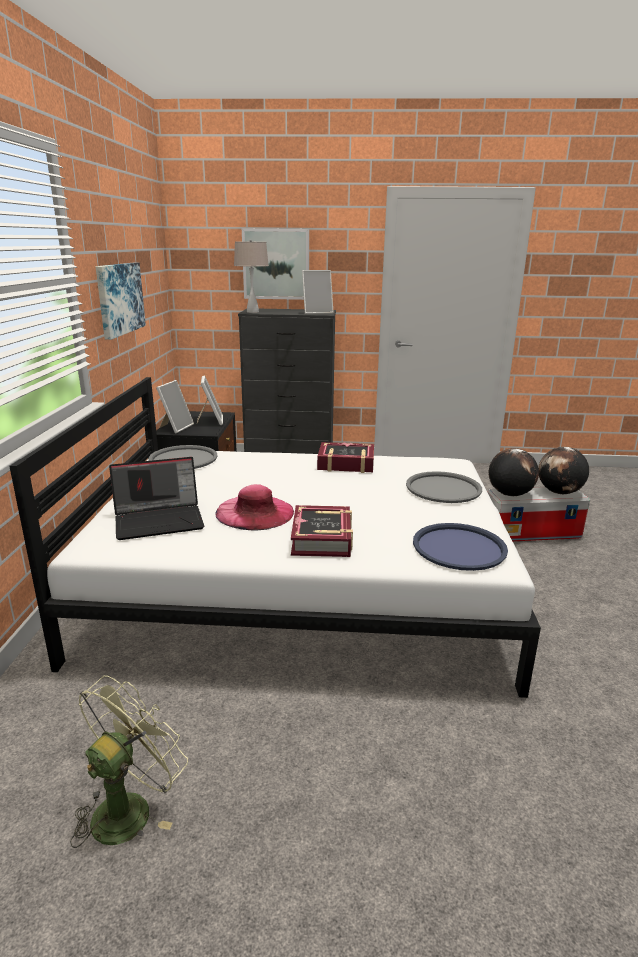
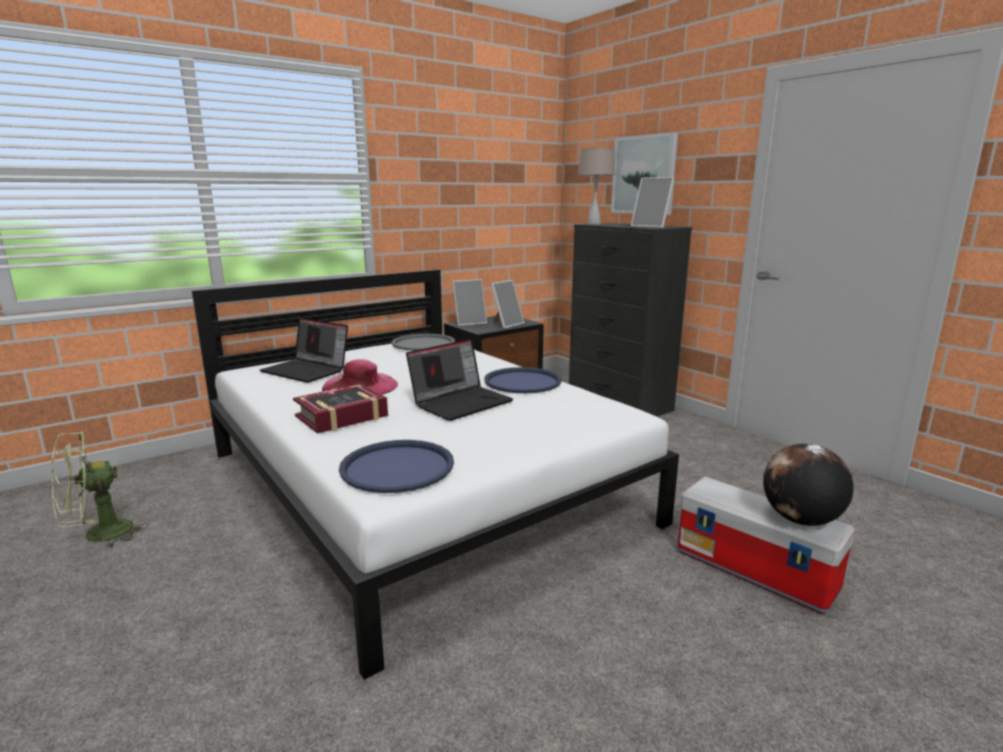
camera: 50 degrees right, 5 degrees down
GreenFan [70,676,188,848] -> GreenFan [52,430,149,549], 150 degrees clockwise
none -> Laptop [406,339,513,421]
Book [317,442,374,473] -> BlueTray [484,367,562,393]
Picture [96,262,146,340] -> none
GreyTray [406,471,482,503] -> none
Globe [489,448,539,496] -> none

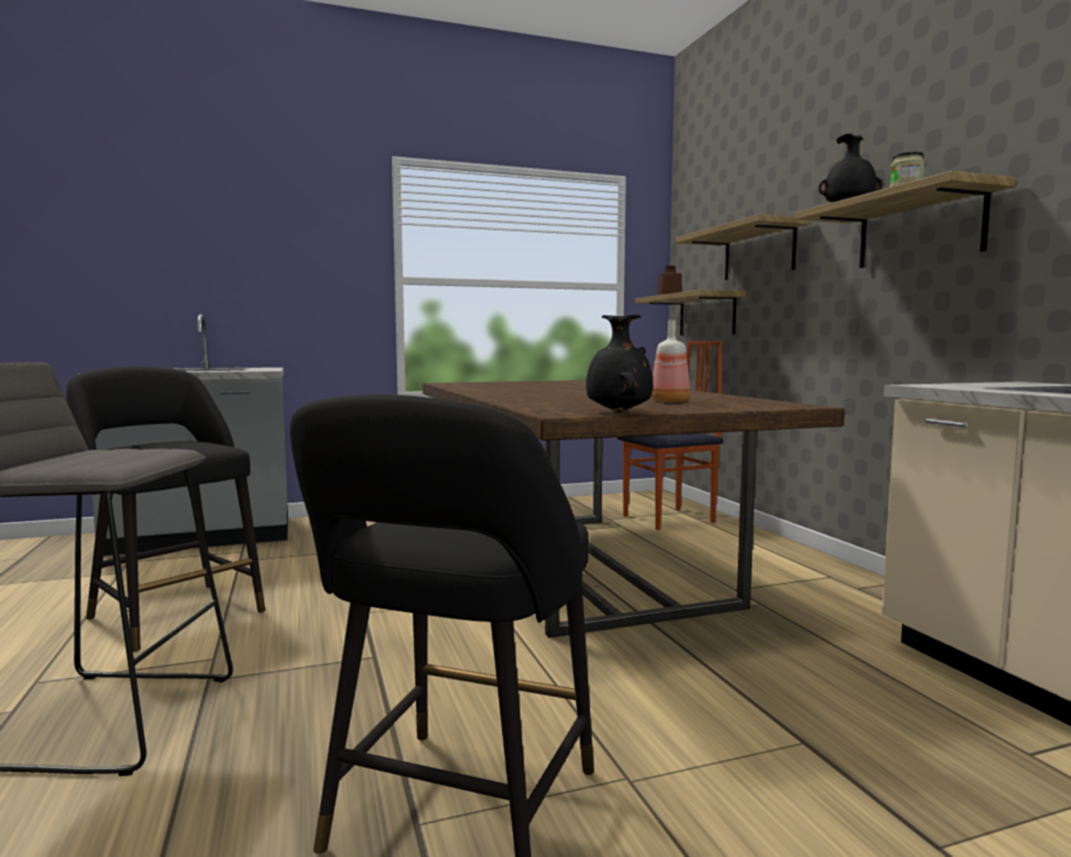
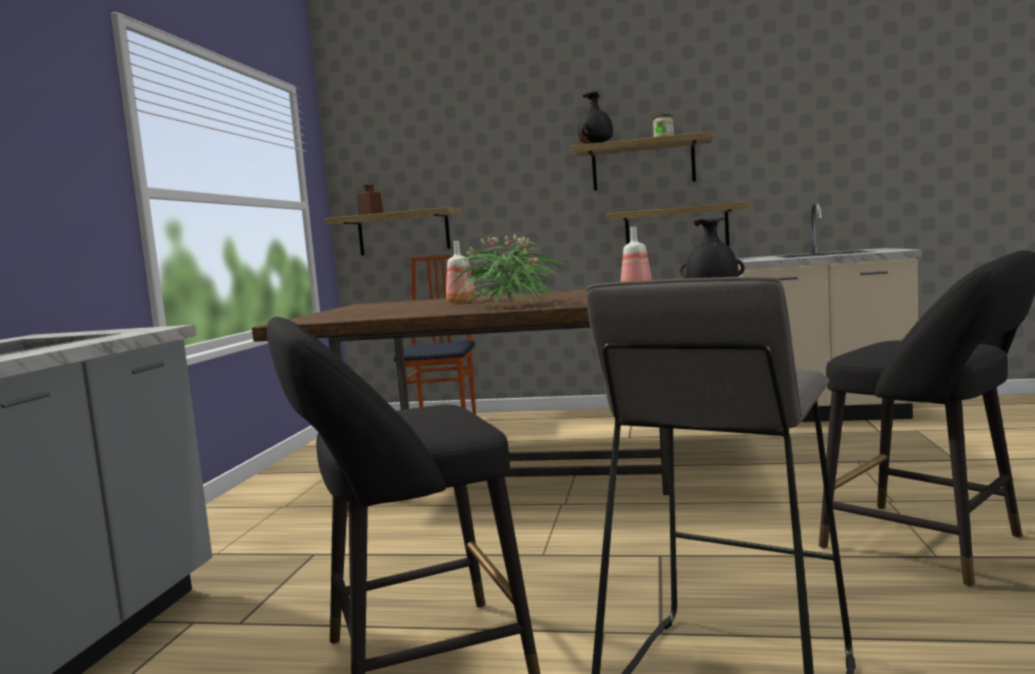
camera: 60 degrees left, 0 degrees up
none -> Bottle [446,241,476,303]
none -> PottedPlant [449,234,570,308]
Shelf [675,214,810,280] -> Shelf [606,202,750,246], moved

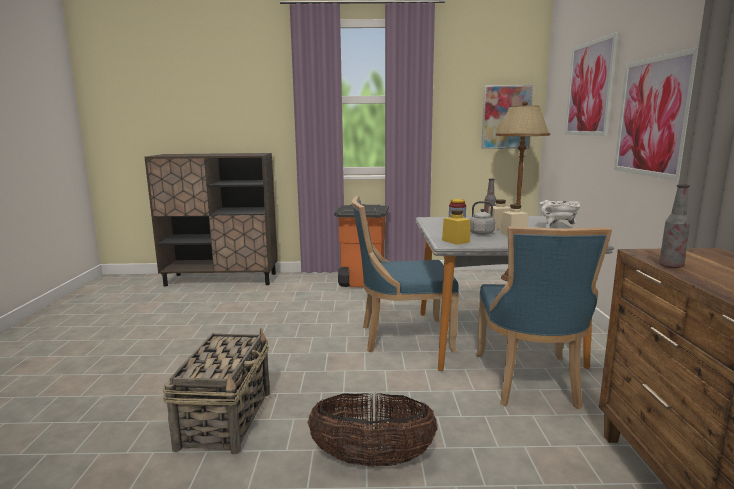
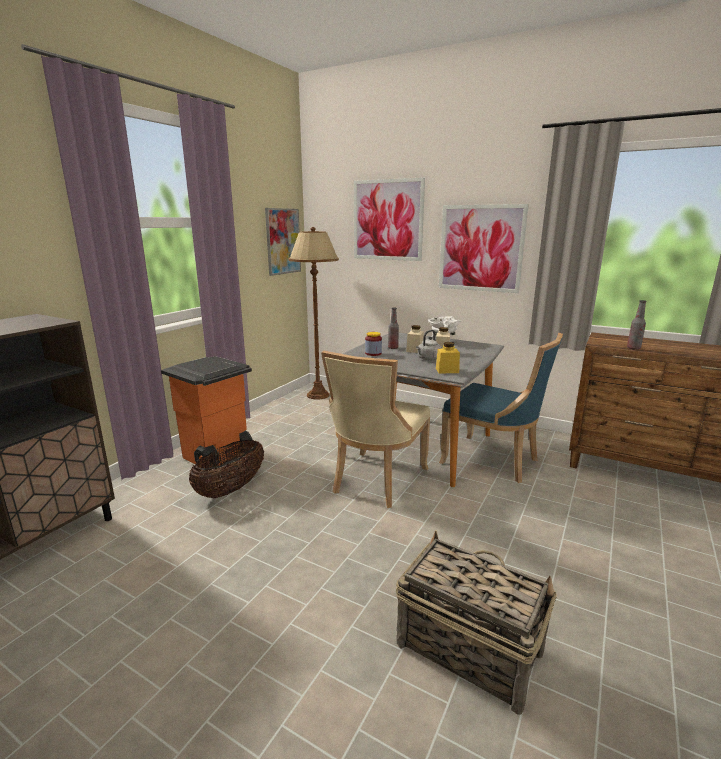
camera: 60 degrees left, 5 degrees up
Basket [307,393,438,467] -> Basket [189,439,264,498], moved
BlueChair [352,196,459,352] -> BeigeChair [321,351,430,508]

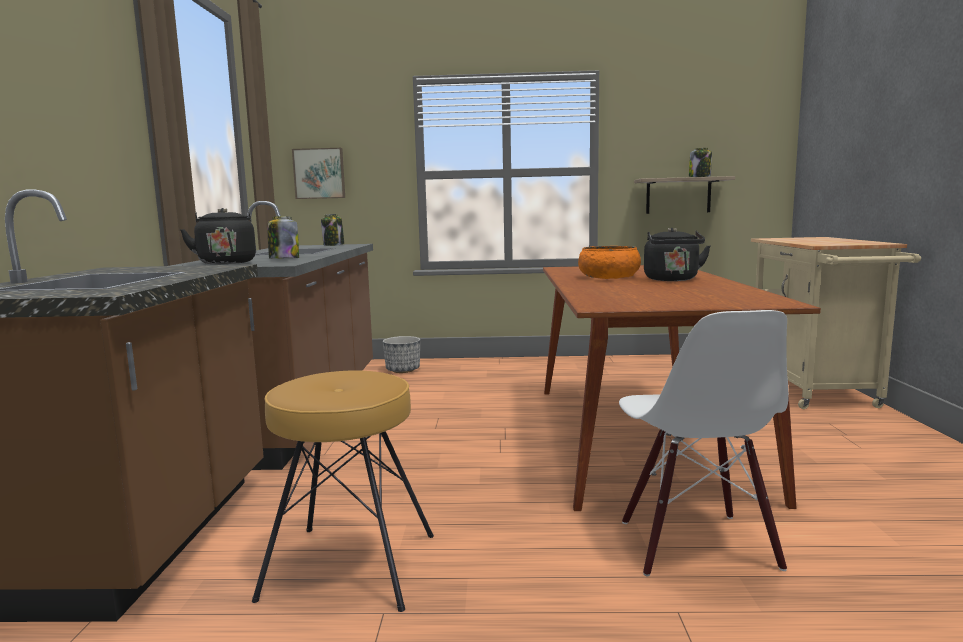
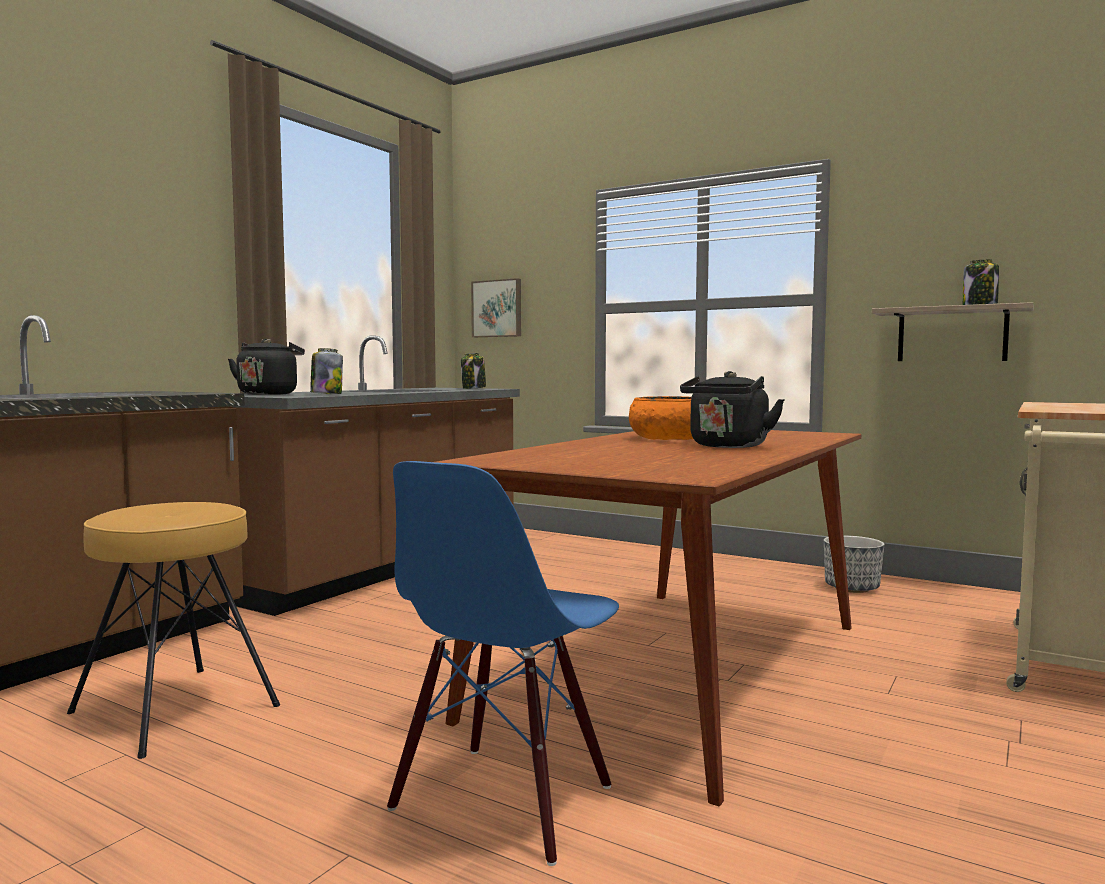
camera: 30 degrees right, 5 degrees down
WhiteChair [619,310,789,576] -> BlueChair [387,461,619,866]
Planter [383,336,420,373] -> Planter [824,536,885,593], moved

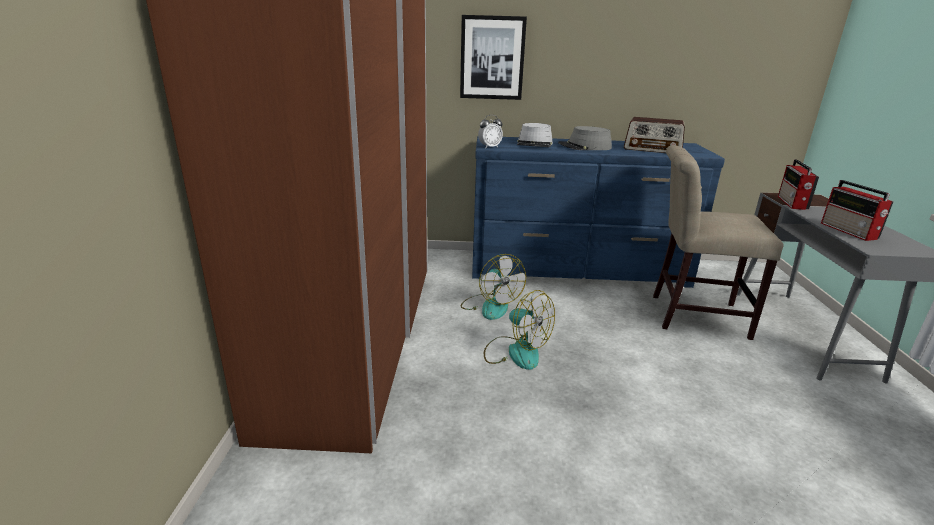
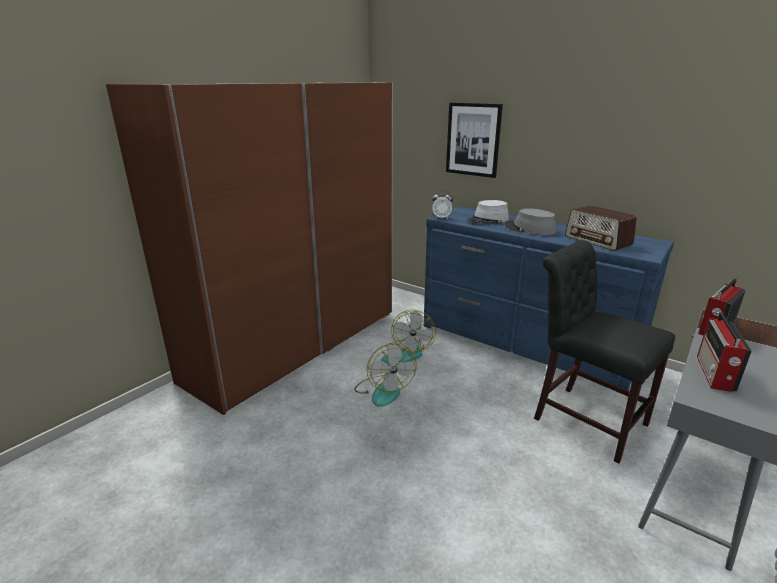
camera: 35 degrees right, 0 degrees up
BeigeChair [653,145,784,340] -> BlackChair [534,240,675,464]

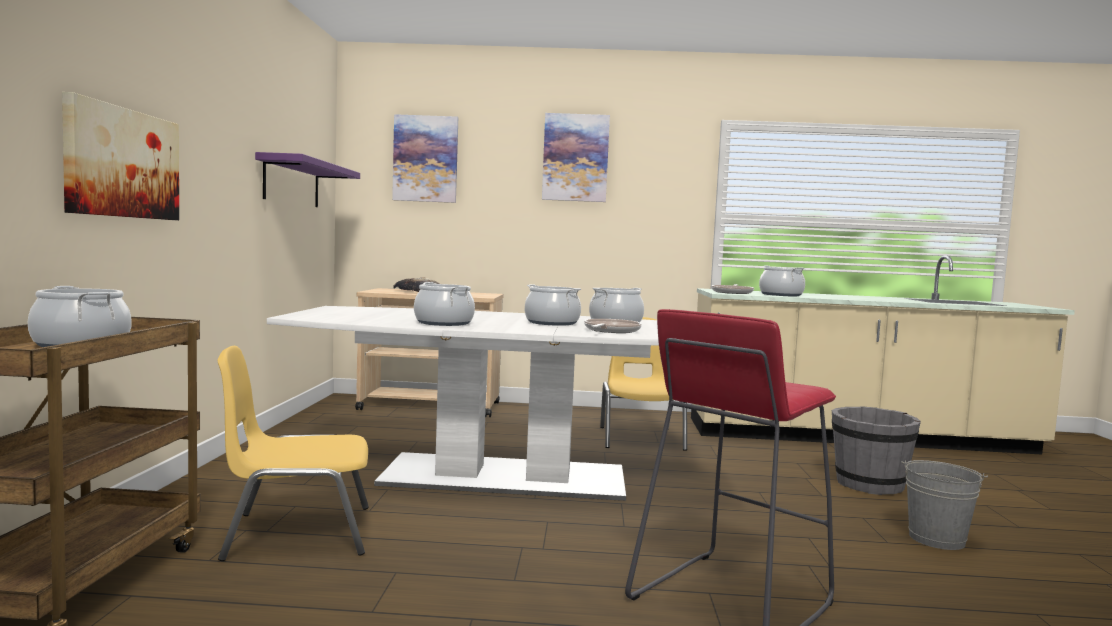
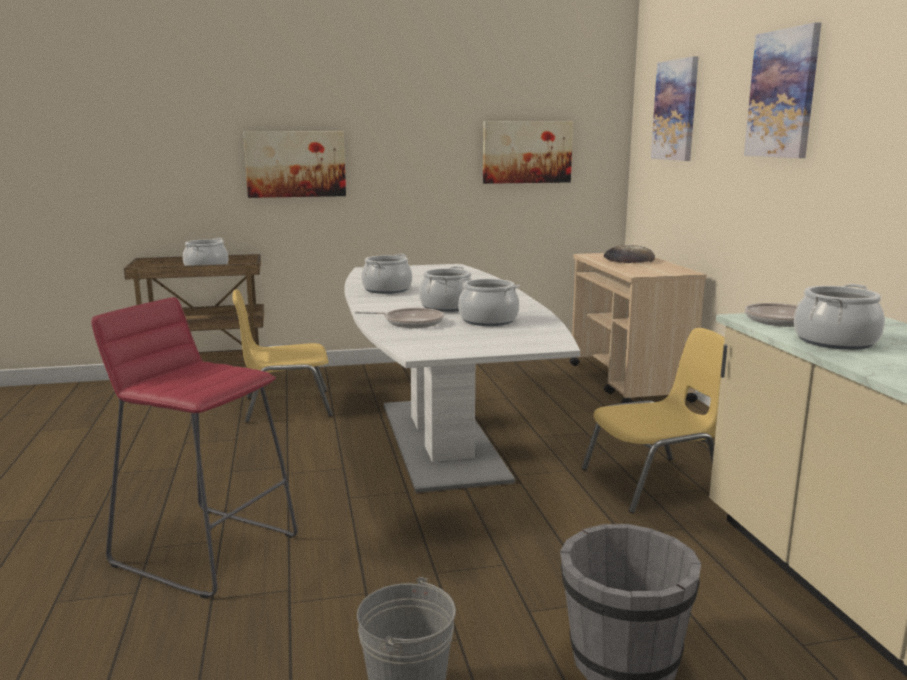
camera: 75 degrees right, 10 degrees up
YellowChair [217,346,369,561] -> YellowChair [233,289,333,423], 75 degrees counterclockwise
PurpleShelf [255,152,360,207] -> Picture [483,121,573,184]

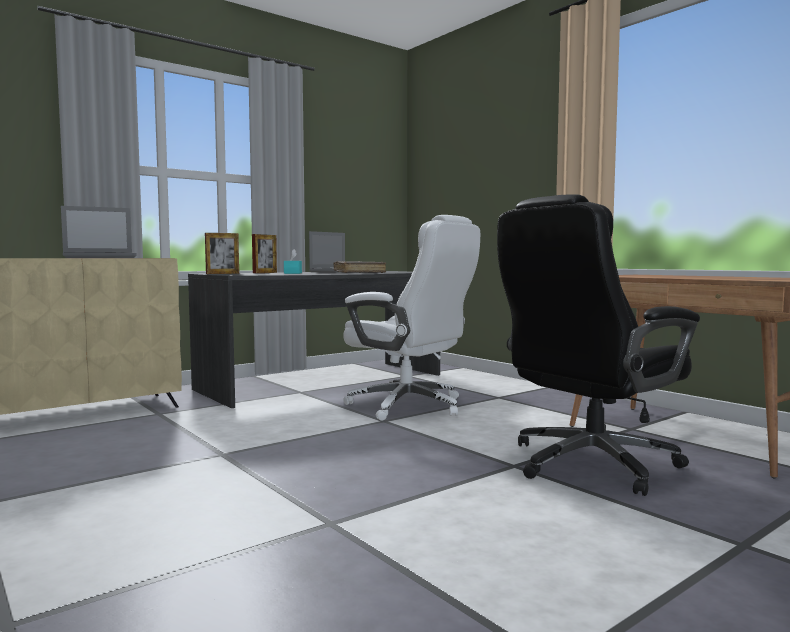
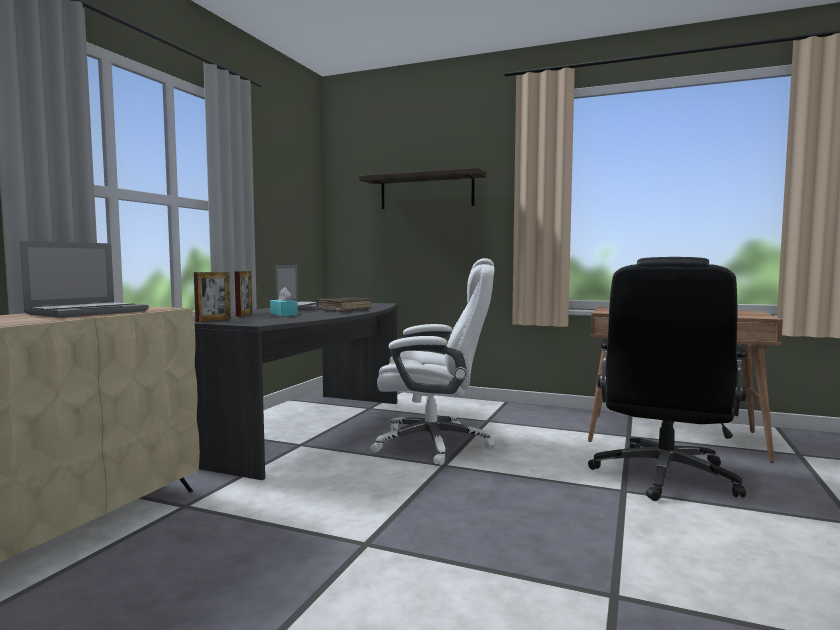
camera: 30 degrees left, 0 degrees up
none -> Shelf [359,168,486,209]

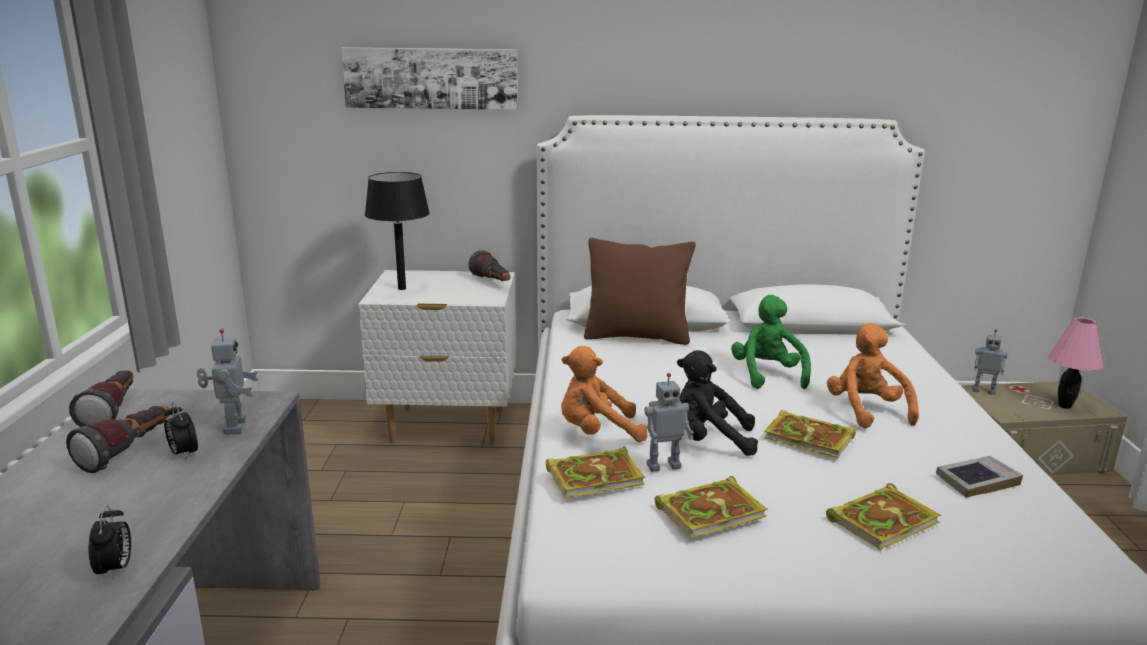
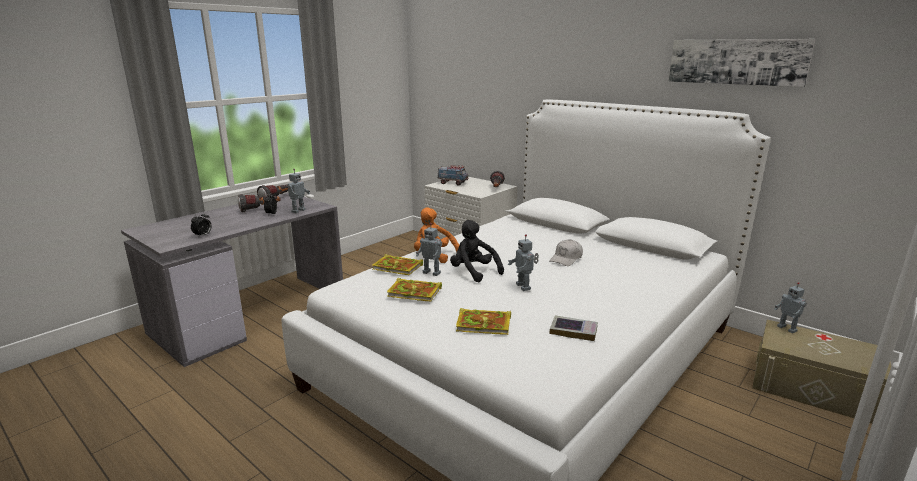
camera: 40 degrees right, 0 degrees up
BlackTableLamp [365,172,430,290] -> ToyTruck [438,165,468,186]
Book [764,410,856,458] -> ToyRobot [508,234,539,291]
GreenPlushToy [731,295,811,389] -> WhiteCap [549,239,583,266]
Picture [341,47,518,110] -> Picture [668,39,816,87], moved
BrownPillow [584,238,696,345] -> none
OrangePlushToy [827,323,919,429] -> none
PinkTableLamp [1048,317,1104,409] -> none

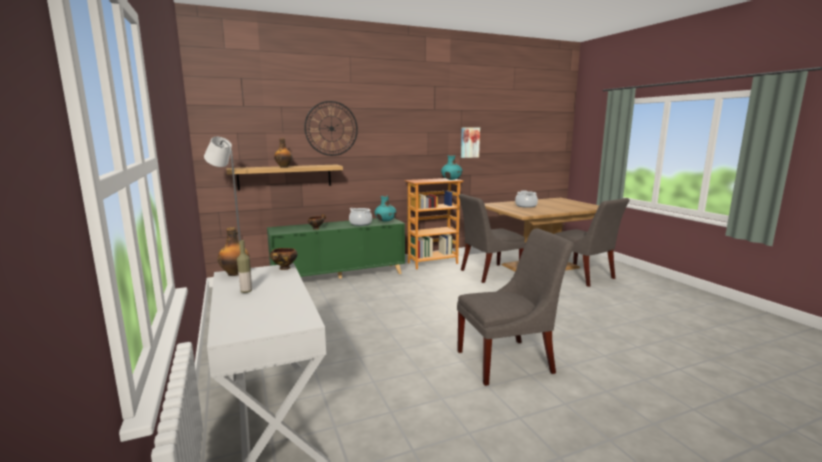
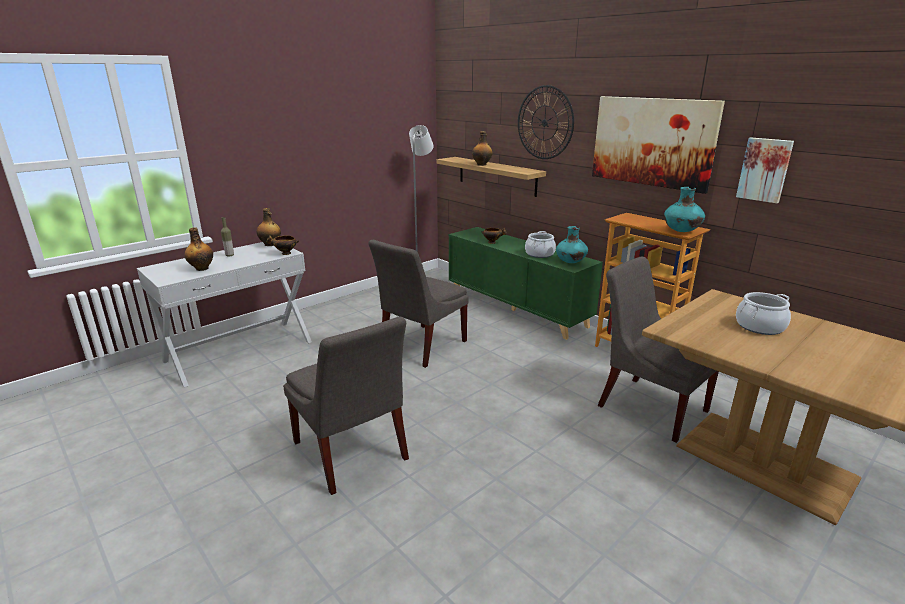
camera: 70 degrees right, 10 degrees up
none -> Bottle [184,228,213,271]
GreyChair [555,198,629,287] -> GreyChair [368,240,469,368], moved
none -> Picture [592,96,725,194]

